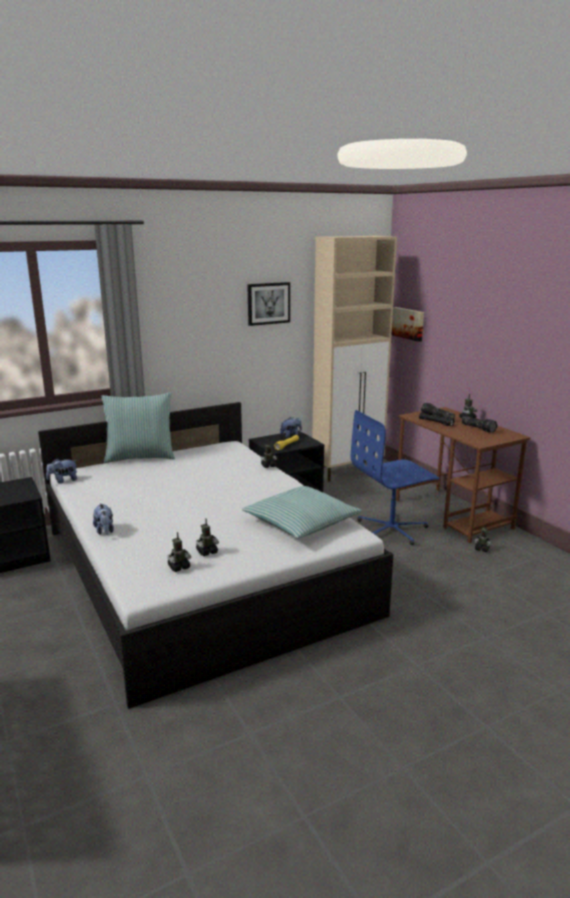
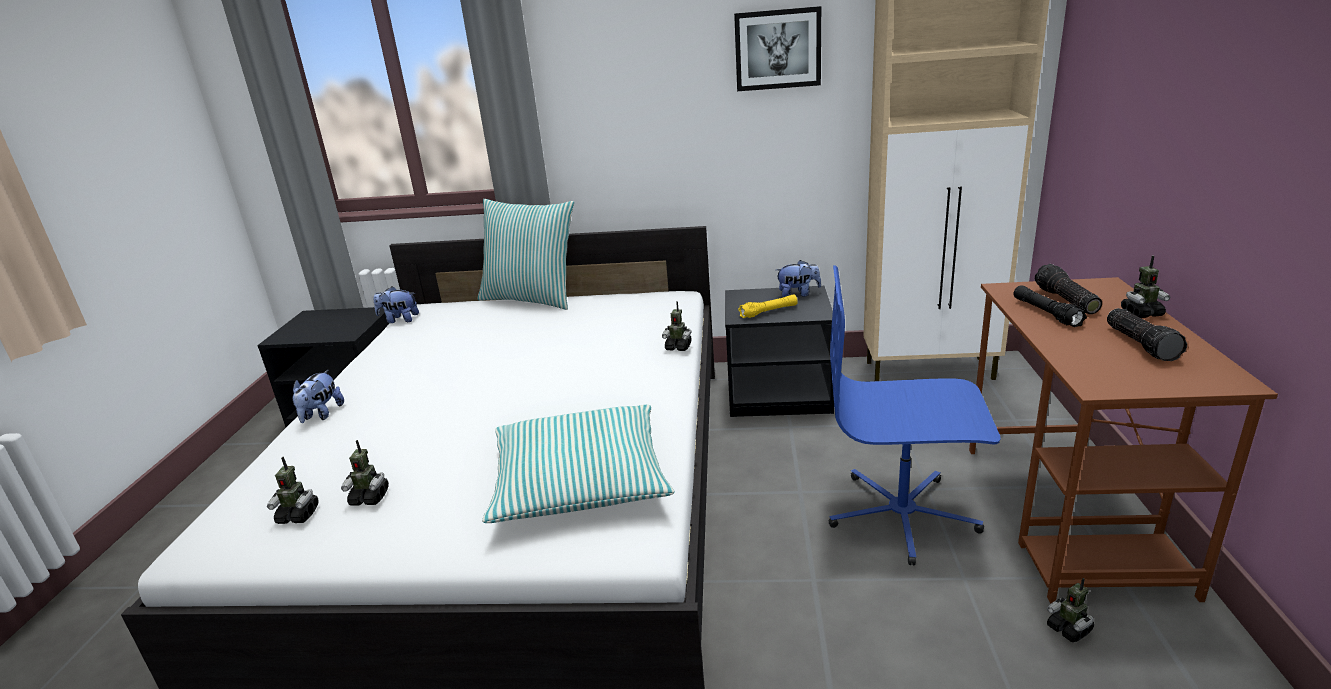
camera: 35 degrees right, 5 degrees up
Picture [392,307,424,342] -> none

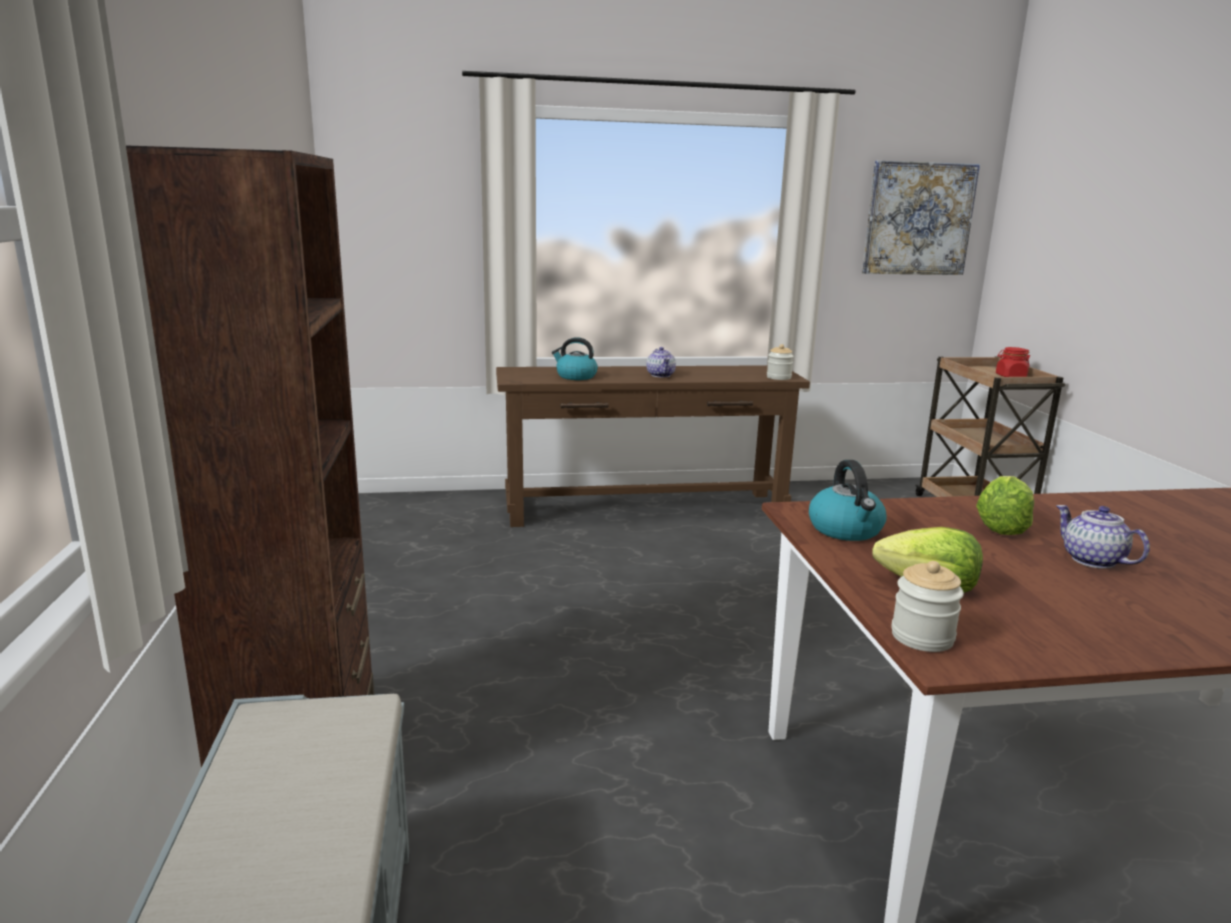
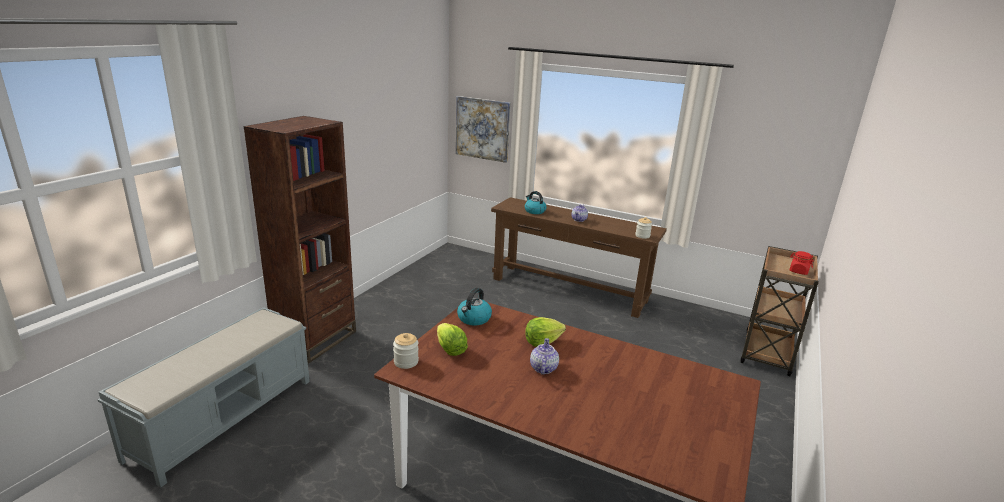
camera: 35 degrees right, 5 degrees up
Picture [862,161,980,275] -> Picture [456,96,511,163], moved

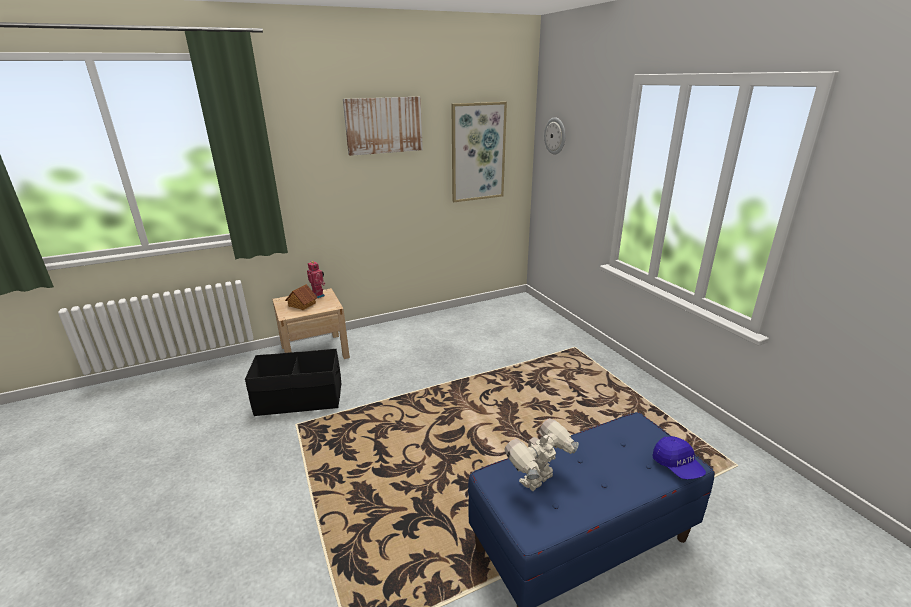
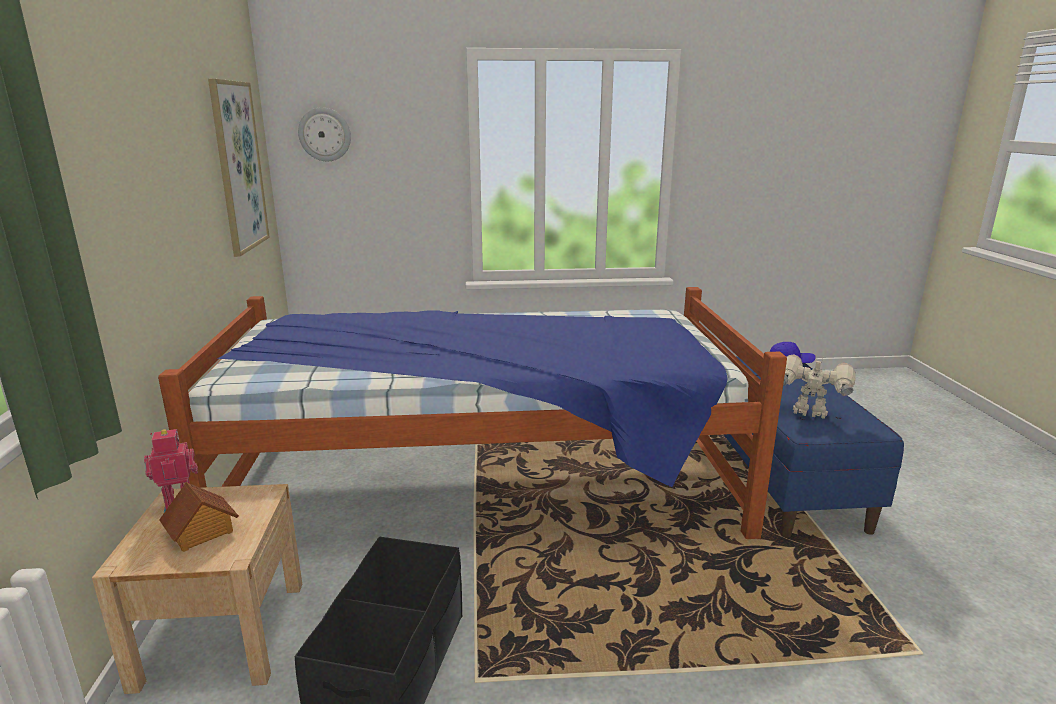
camera: 70 degrees left, 5 degrees down
none -> Bed [158,287,787,539]
ToyRobot [504,418,579,491] -> ToyRobot [783,354,856,419], 135 degrees clockwise
Picture [343,97,423,156] -> none

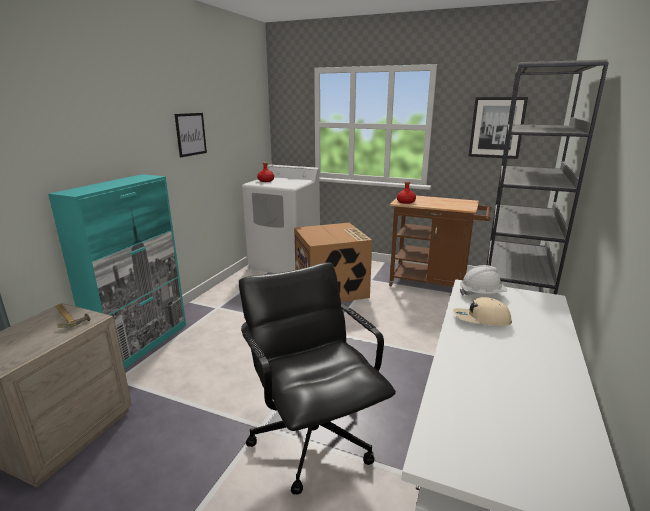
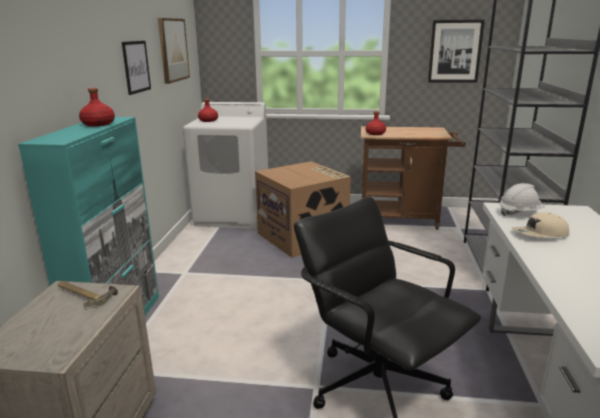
camera: 15 degrees left, 0 degrees up
none -> RedBottle [79,88,115,126]
none -> Picture [158,18,190,84]

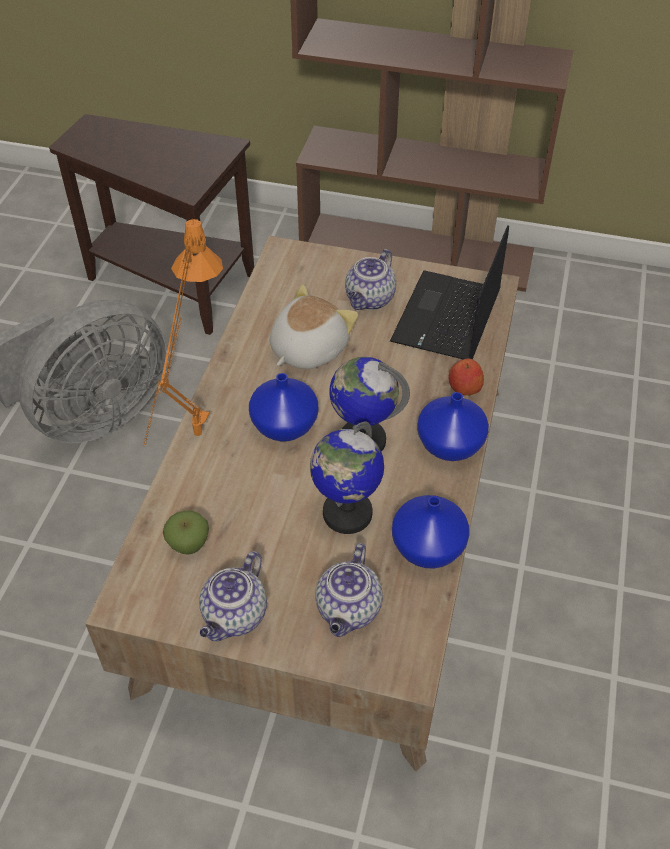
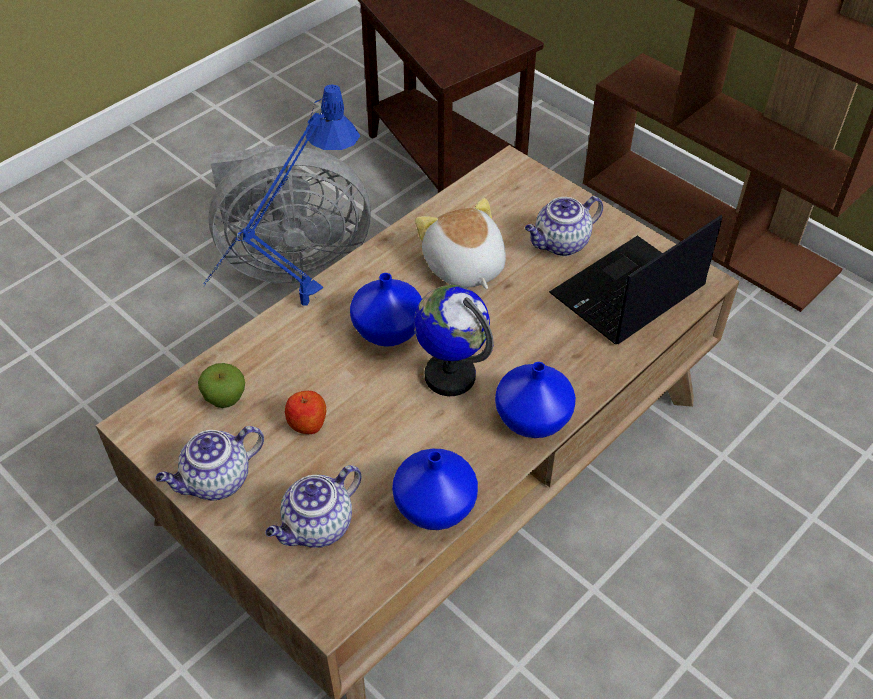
camera: 30 degrees right, 0 degrees up
OrangeTableLamp [143,219,223,448] -> BlueTableLamp [203,85,360,306]
Apple [448,358,484,396] -> Apple [285,391,326,434], moved
PlushToy [270,284,358,369] -> PlushToy [415,198,506,289], 90 degrees counterclockwise
Globe [310,421,384,534] -> none

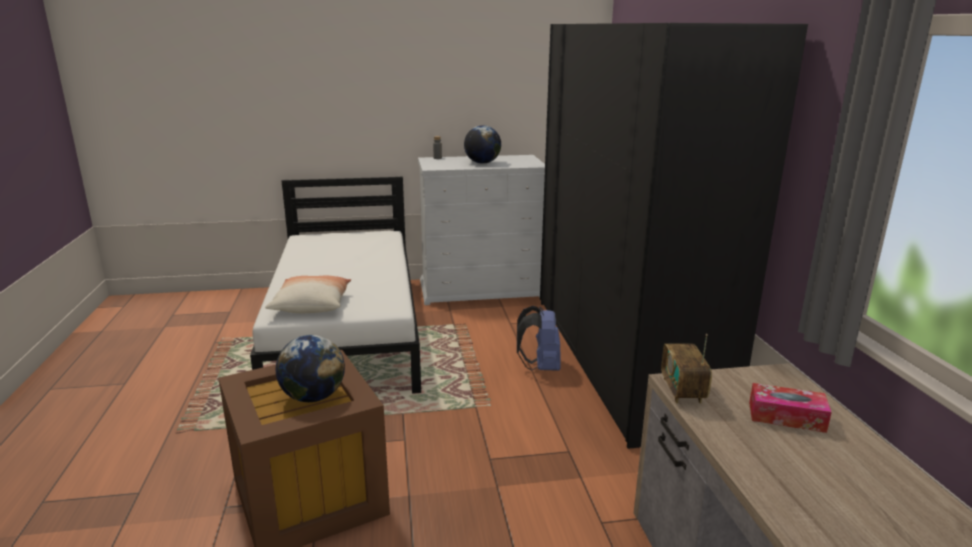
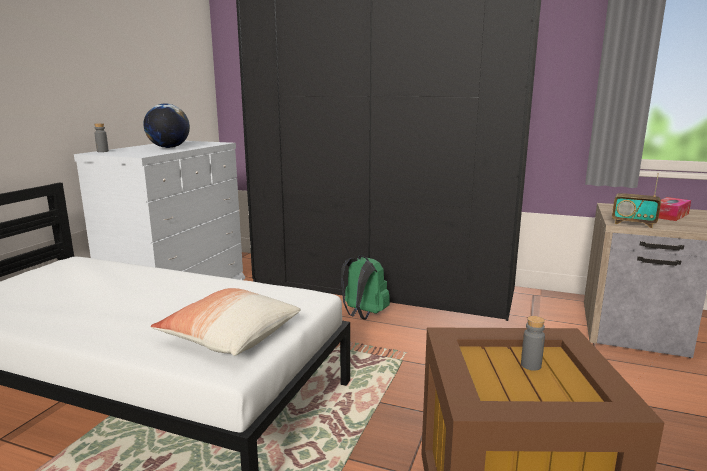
camera: 60 degrees left, 5 degrees down
BlueBackpack [517,306,561,371] -> GreenBackpack [341,255,390,320]
Globe [275,335,345,402] -> GreyBottle [521,316,545,371]

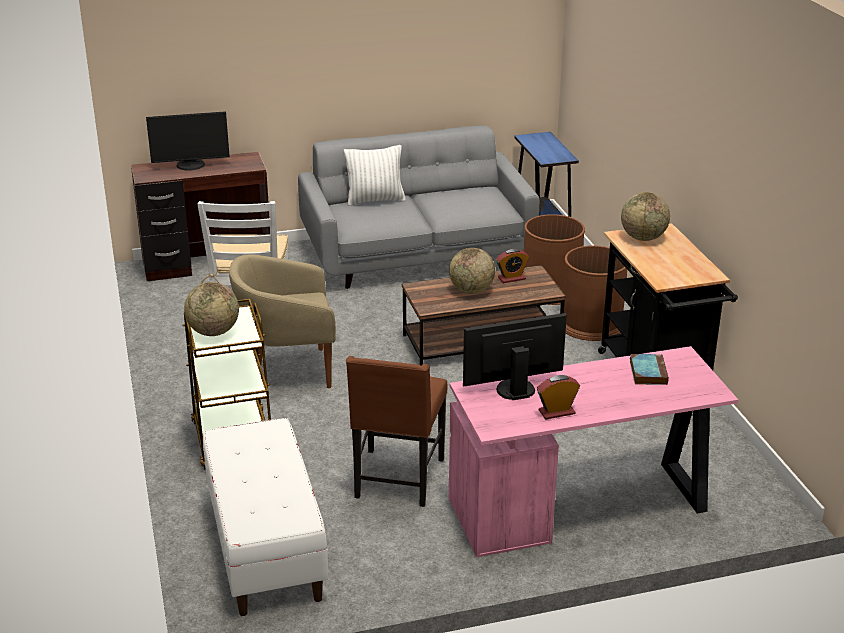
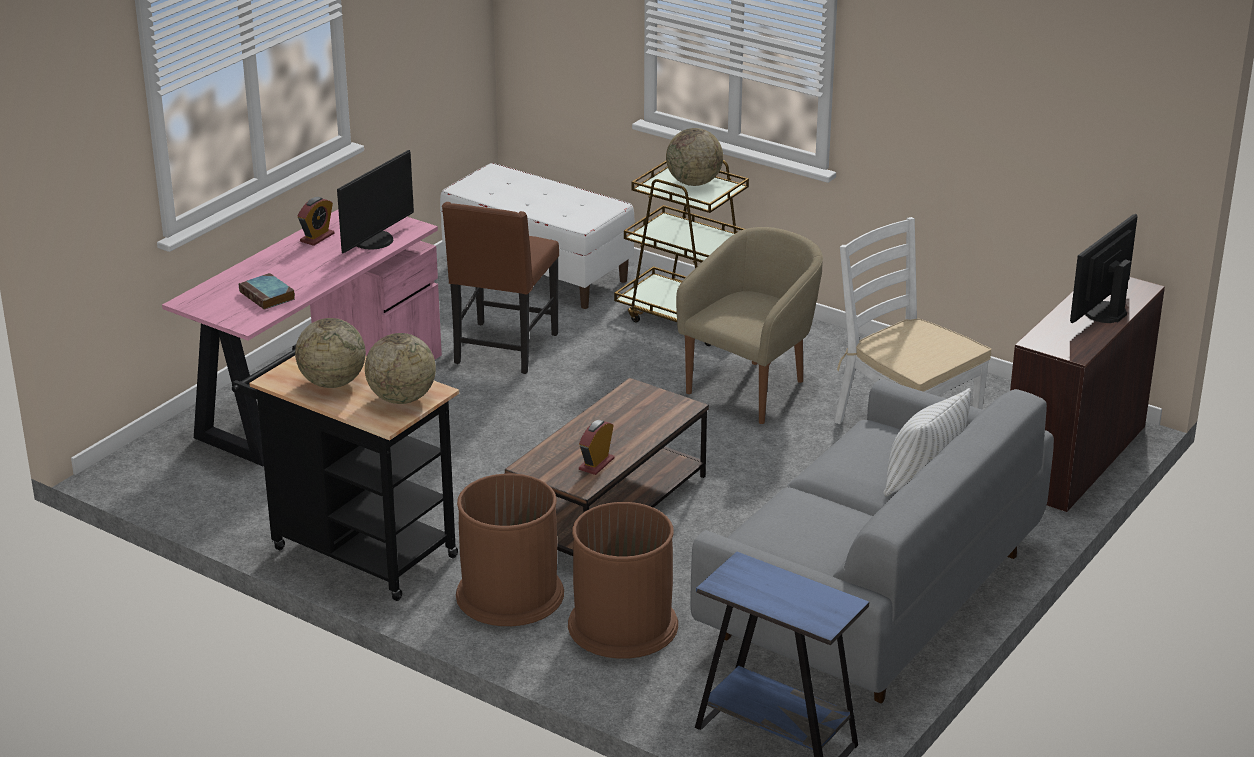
camera: 140 degrees right, 0 degrees up
Globe [449,248,495,294] -> Globe [295,318,366,388], moved
BrownChair [346,356,447,507] -> BrownChair [442,202,559,374], 135 degrees counterclockwise

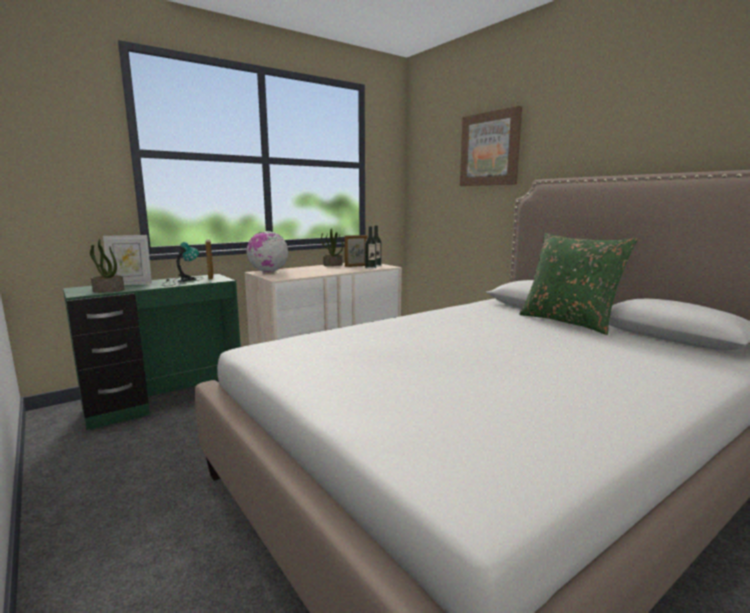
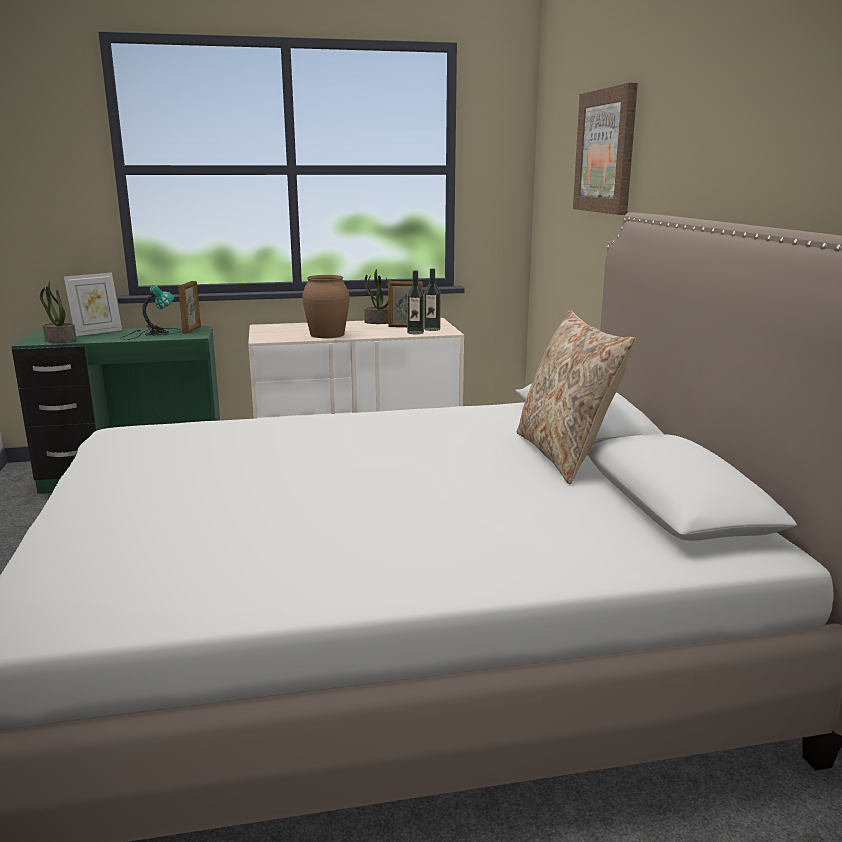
camera: 25 degrees right, 5 degrees up
PictureFrame [103,235,152,285] -> PictureFrame [64,272,122,336], 45 degrees counterclockwise
none -> BrownVase [302,275,349,338]
GreenPillow [519,233,638,335] -> BeigePillow [517,310,636,484]
Globe [247,231,288,272] -> none

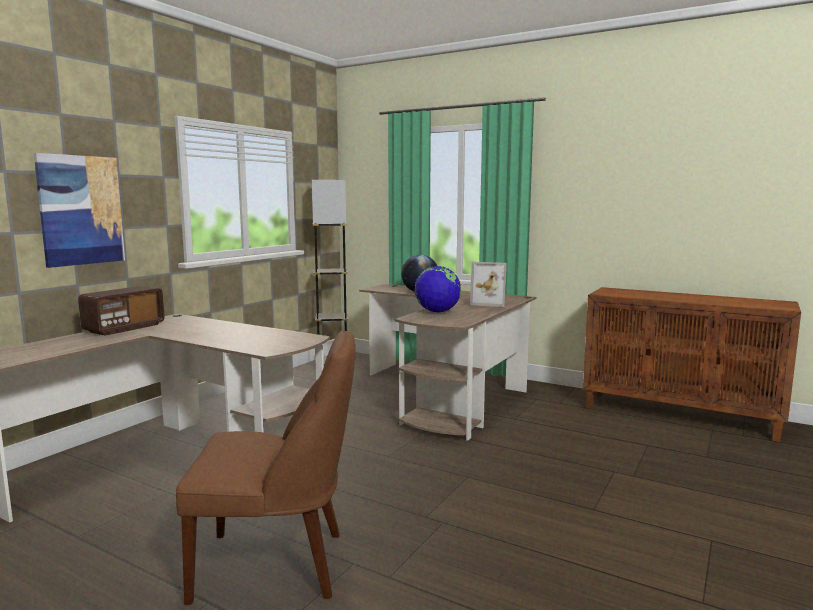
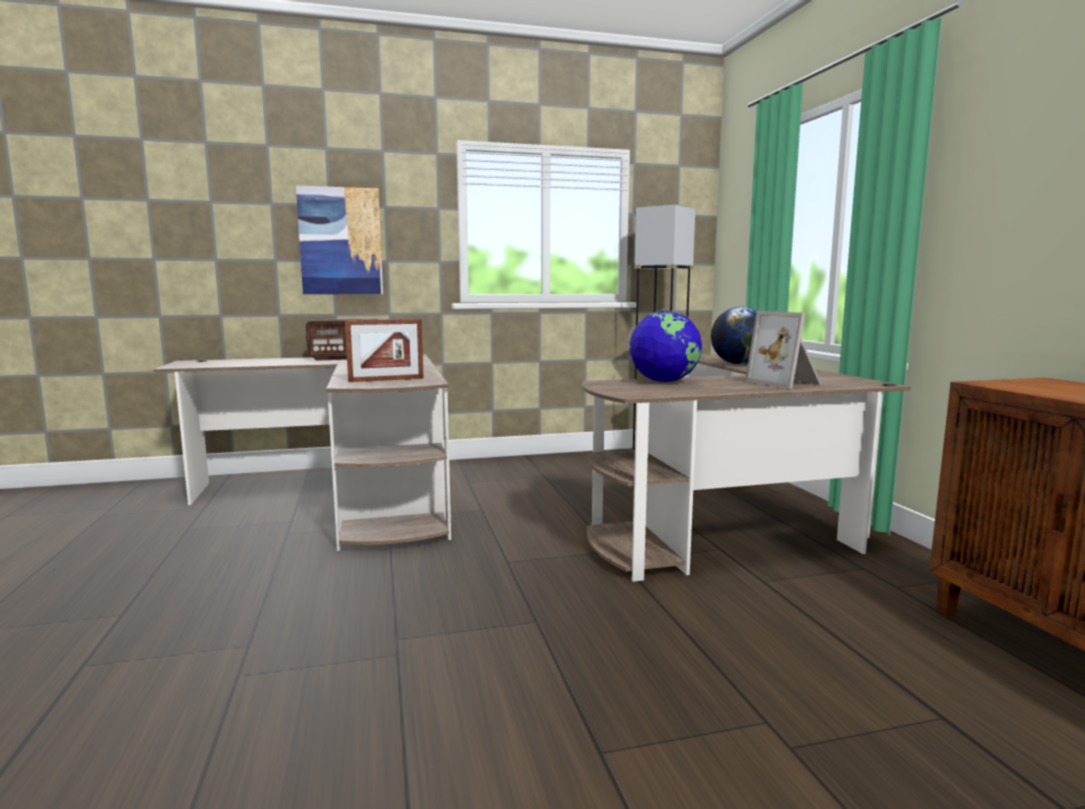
camera: 45 degrees right, 0 degrees up
none -> PictureFrame [345,319,424,382]
BrownChair [176,330,356,605] -> none

